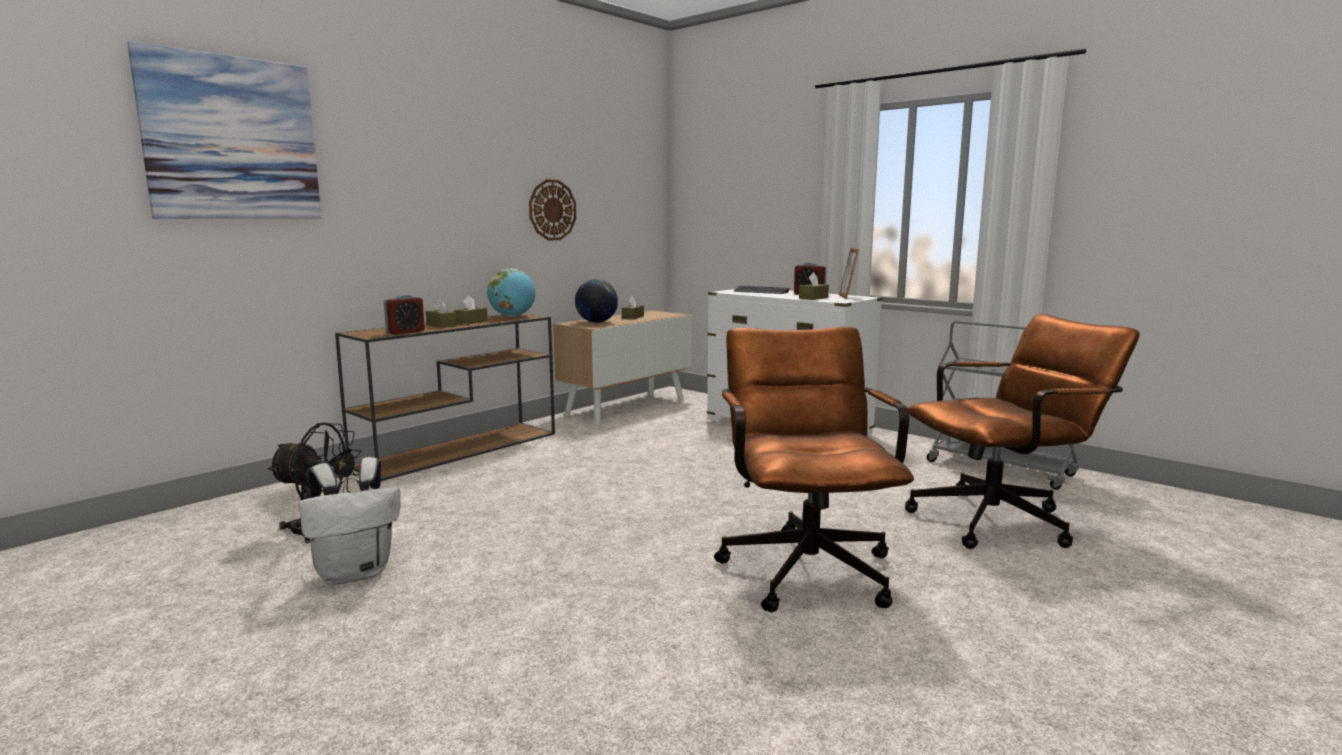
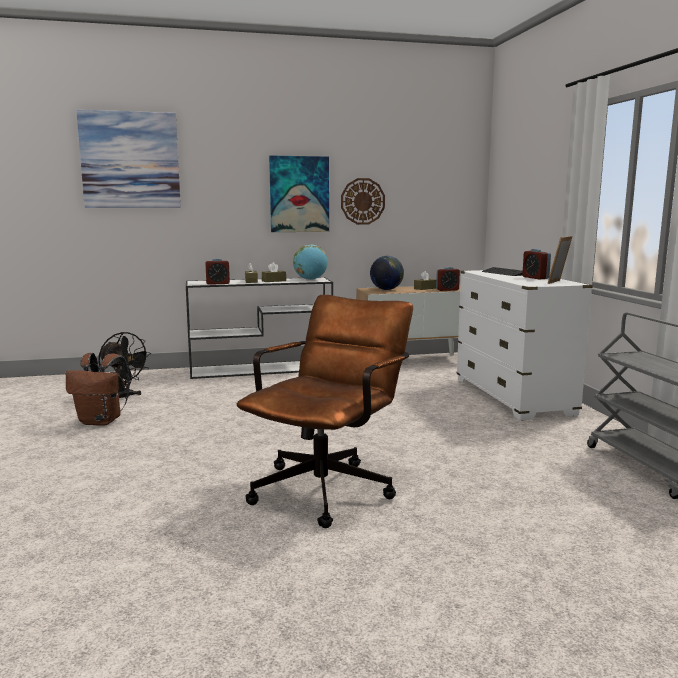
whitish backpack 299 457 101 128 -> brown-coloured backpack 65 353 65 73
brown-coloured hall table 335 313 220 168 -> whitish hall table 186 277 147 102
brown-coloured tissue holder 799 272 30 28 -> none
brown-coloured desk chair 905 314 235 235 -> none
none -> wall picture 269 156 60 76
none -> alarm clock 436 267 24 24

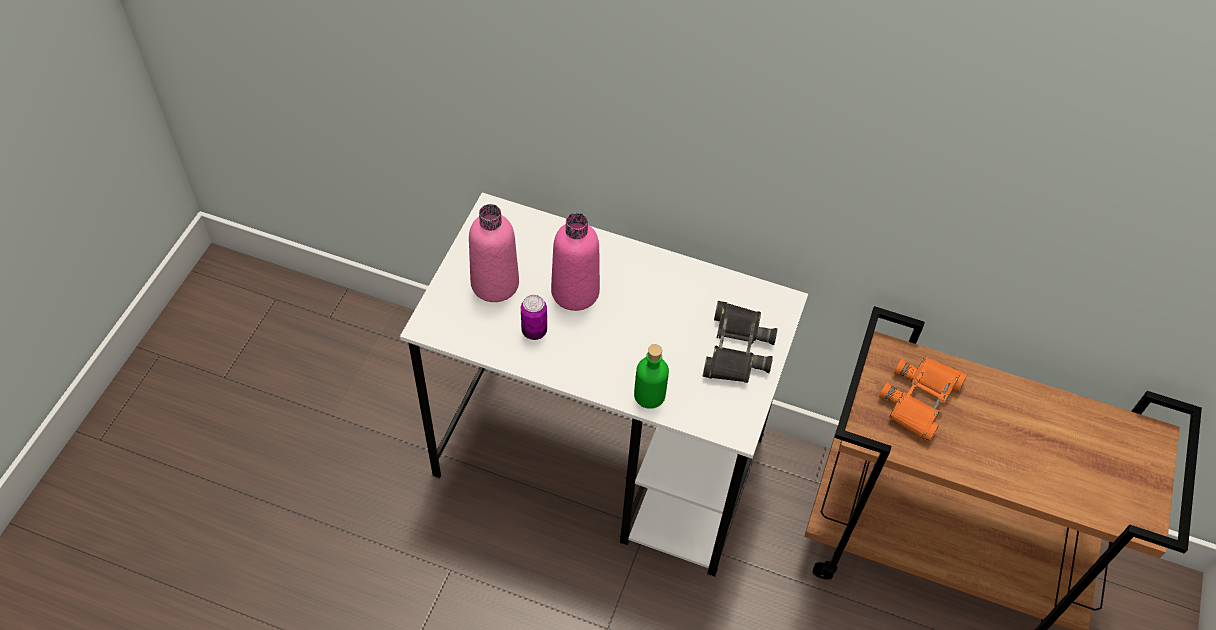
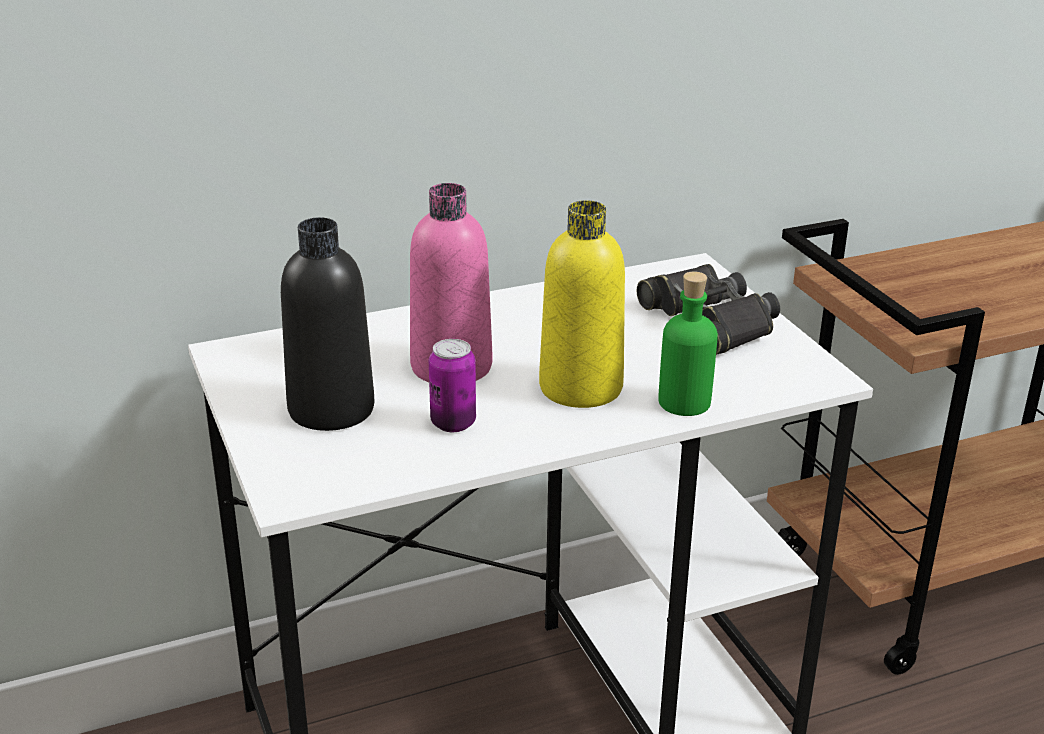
pink beverage bottle 469 204 50 98 -> black-coloured beverage bottle 281 217 93 214
orange binoculars 879 357 89 85 -> none
none -> yellow-coloured beverage bottle 539 200 86 208

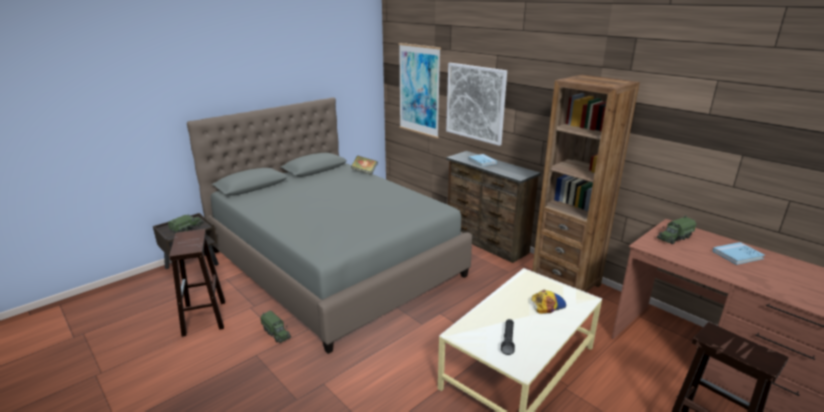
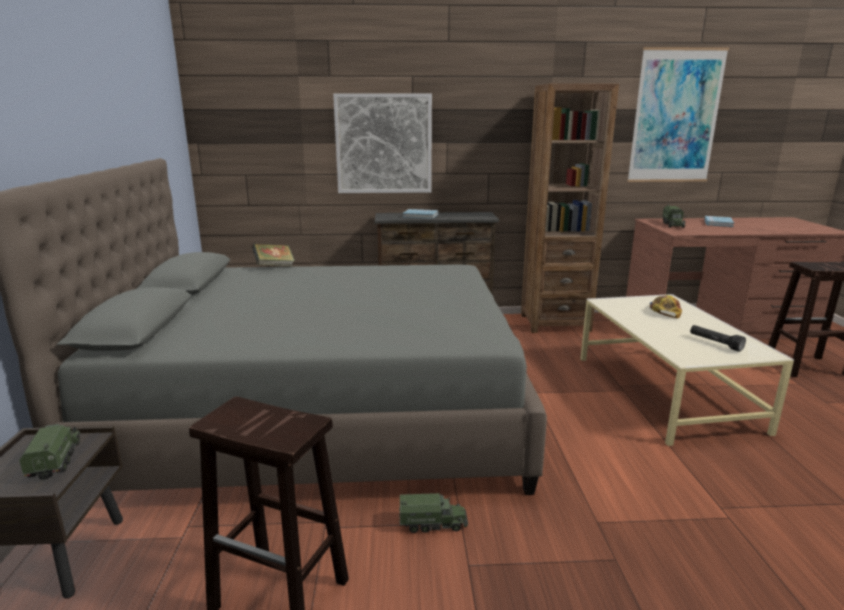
wall picture 399 43 42 95 -> wall picture 627 47 102 135, relocated

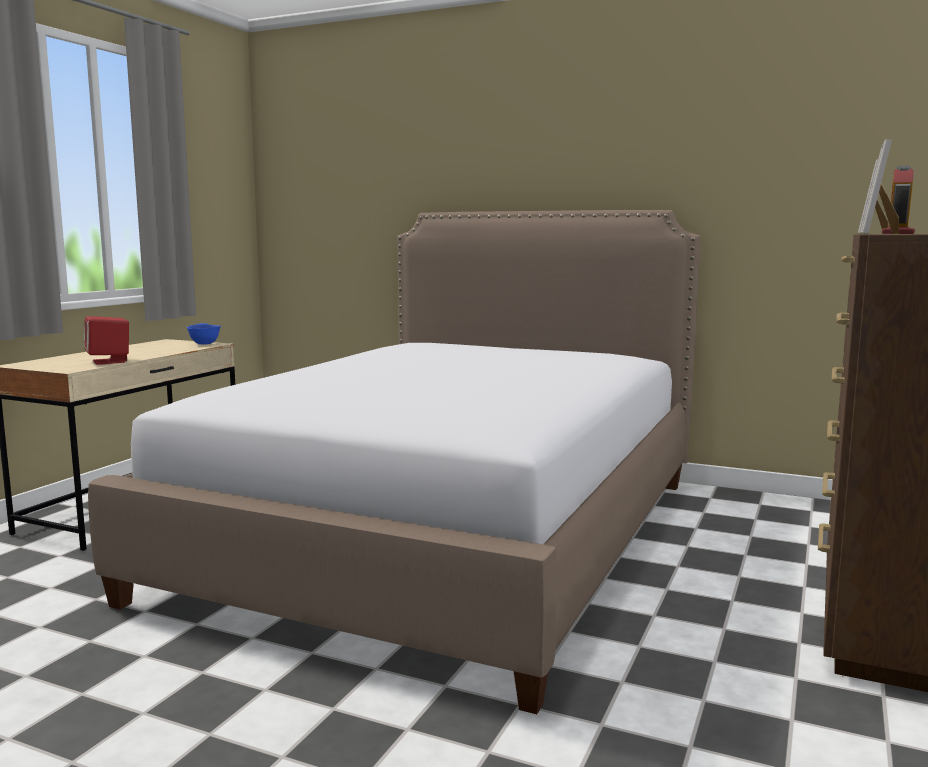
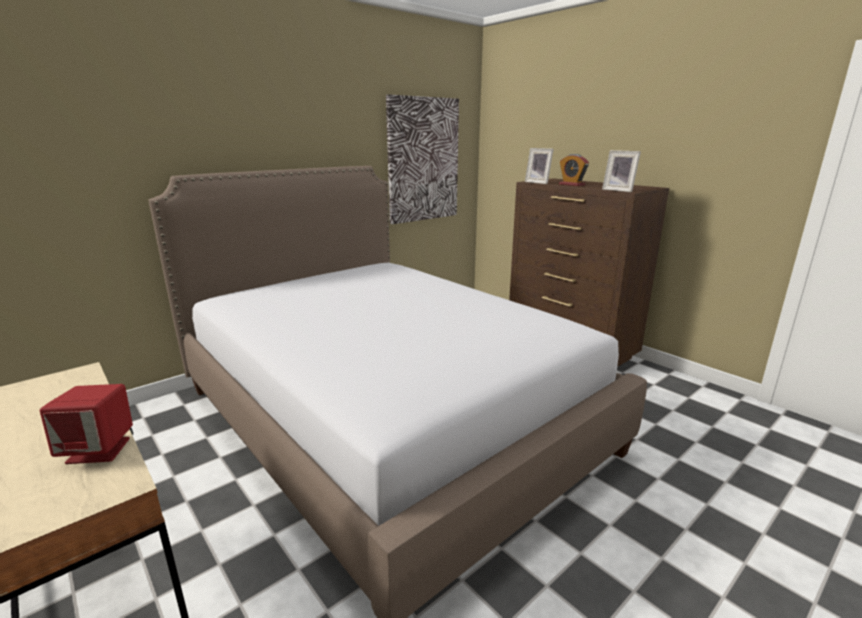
blue serving bowl 187 323 34 21 -> none
none -> wall picture 386 94 73 130

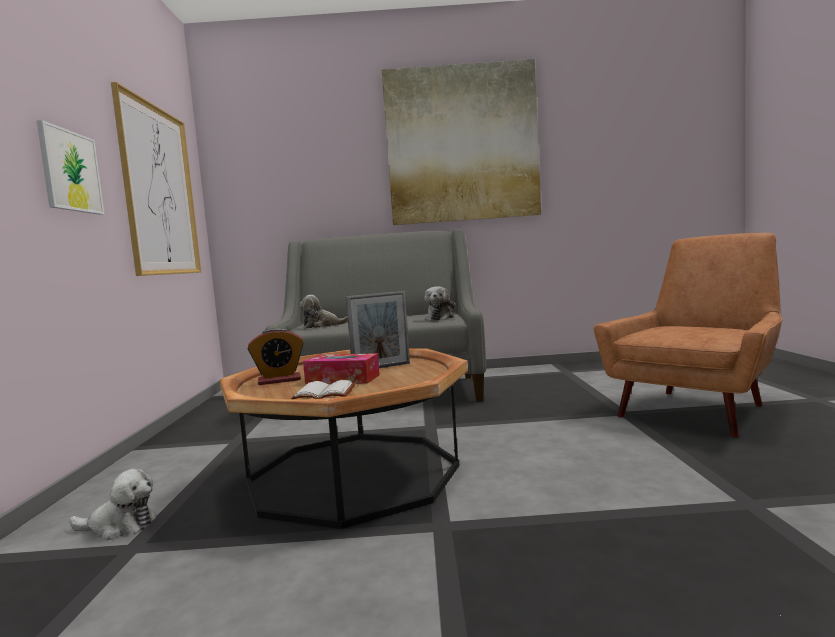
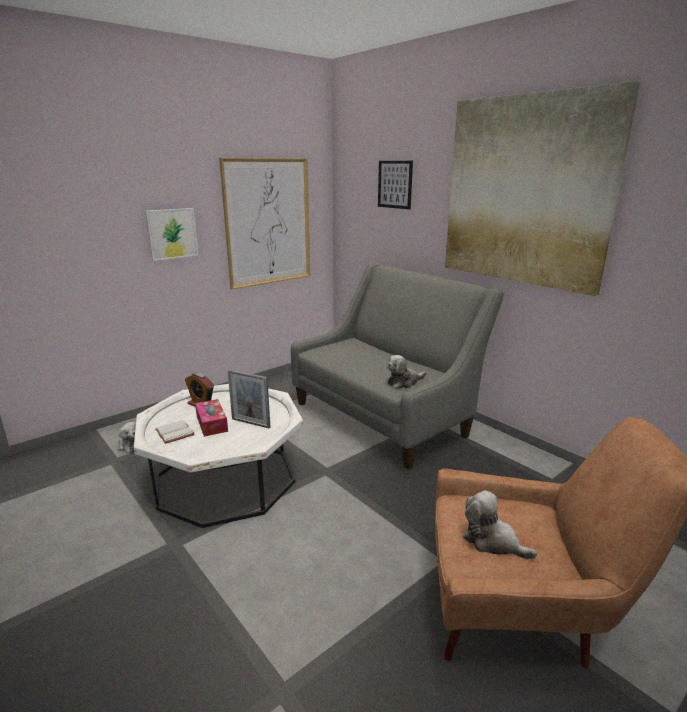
brown-coloured low table 220 348 248 181 -> whitish low table 134 384 169 144
soft toy 299 295 49 34 -> soft toy 463 490 74 69, relocated
none -> wall picture 378 161 35 48

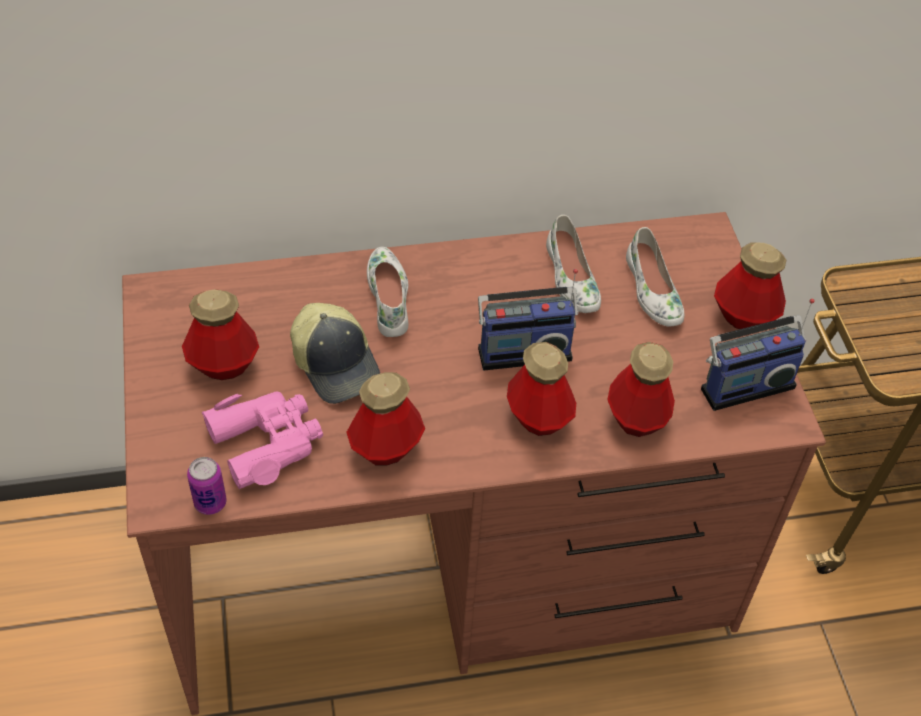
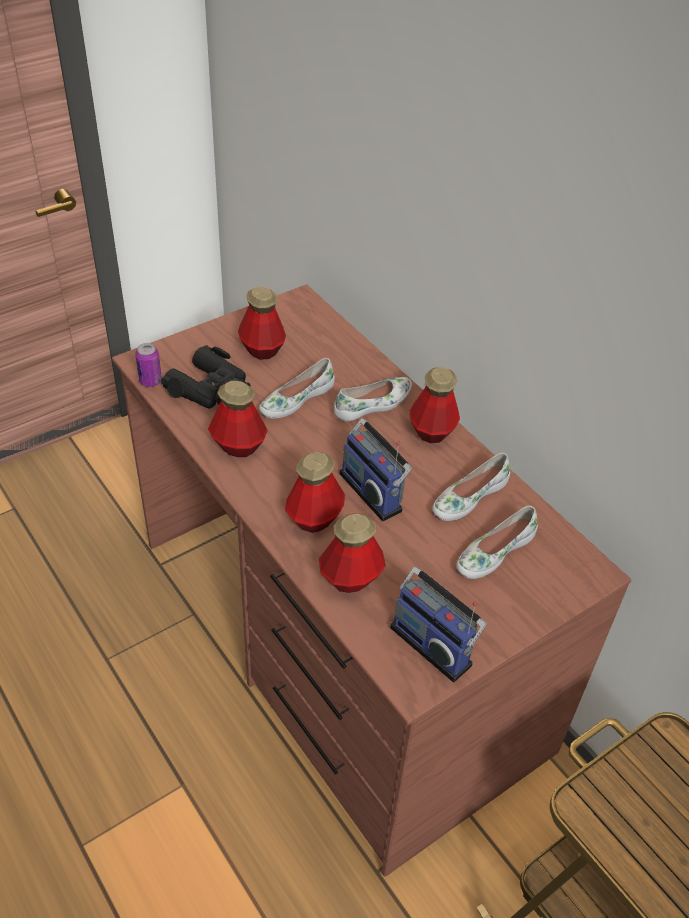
pink binoculars 202 391 121 98 -> black-coloured binoculars 161 345 89 64
cap 290 303 90 101 -> whitish shoe 259 358 76 60
beverage bottle 714 243 72 86 -> beverage bottle 409 367 51 76, relocated

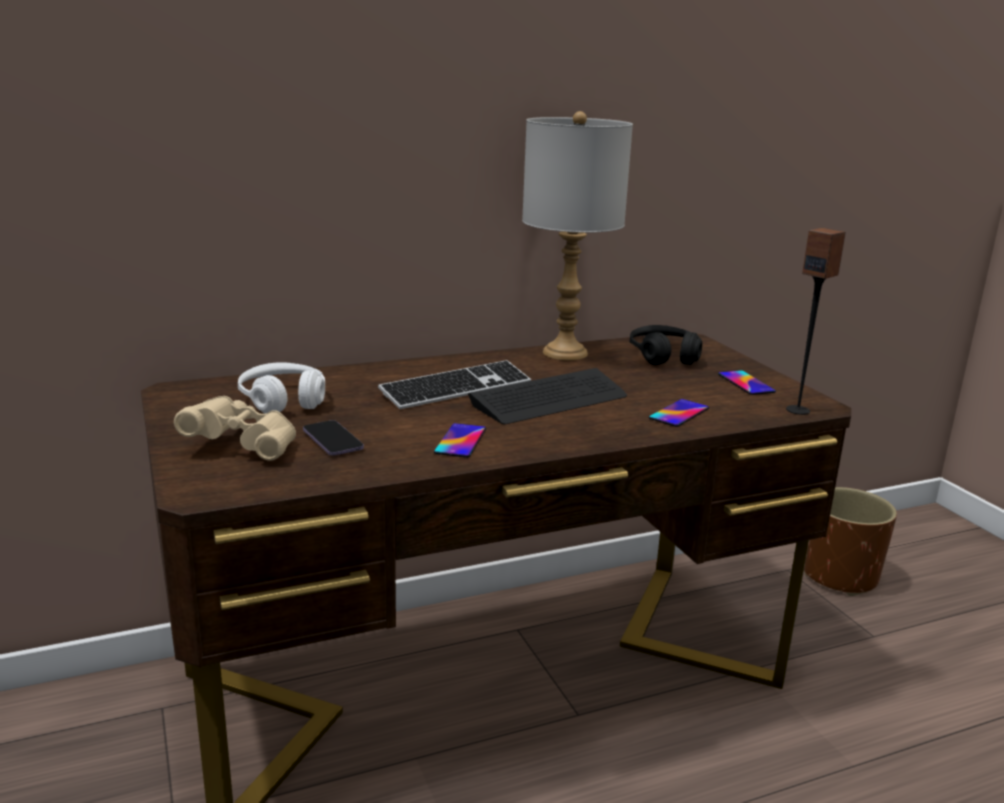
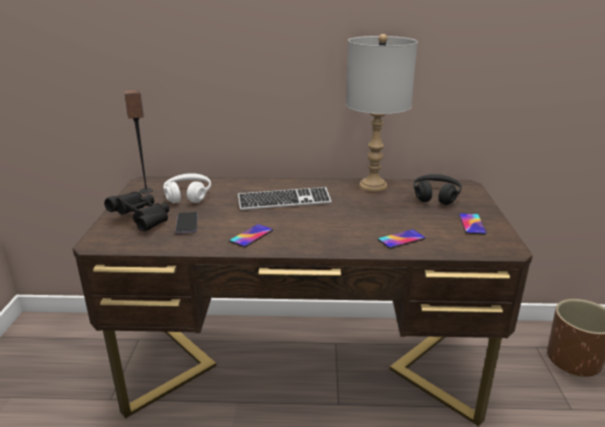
sand-coloured binoculars 174 396 122 65 -> black-coloured binoculars 104 192 65 39
computer keyboard 468 368 159 56 -> none
speaker 786 228 60 187 -> speaker 124 90 29 103, relocated

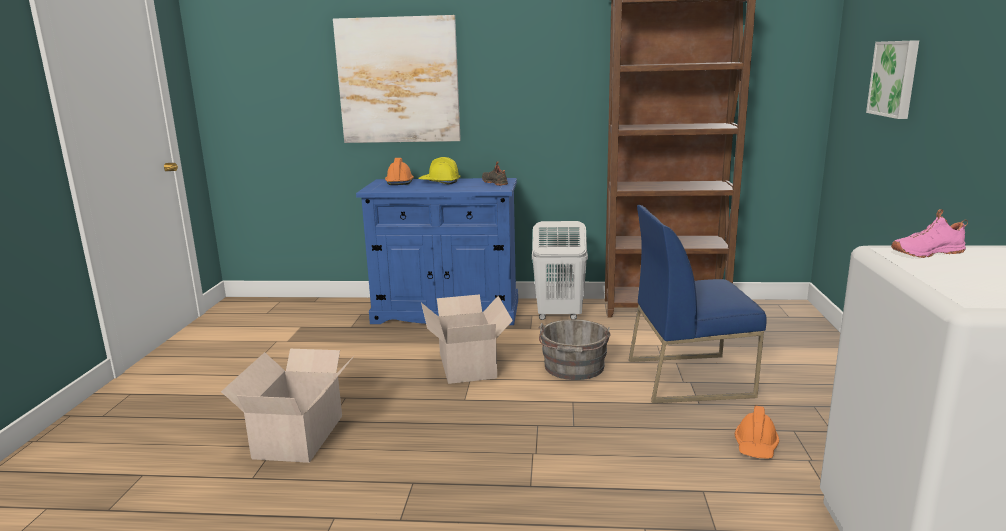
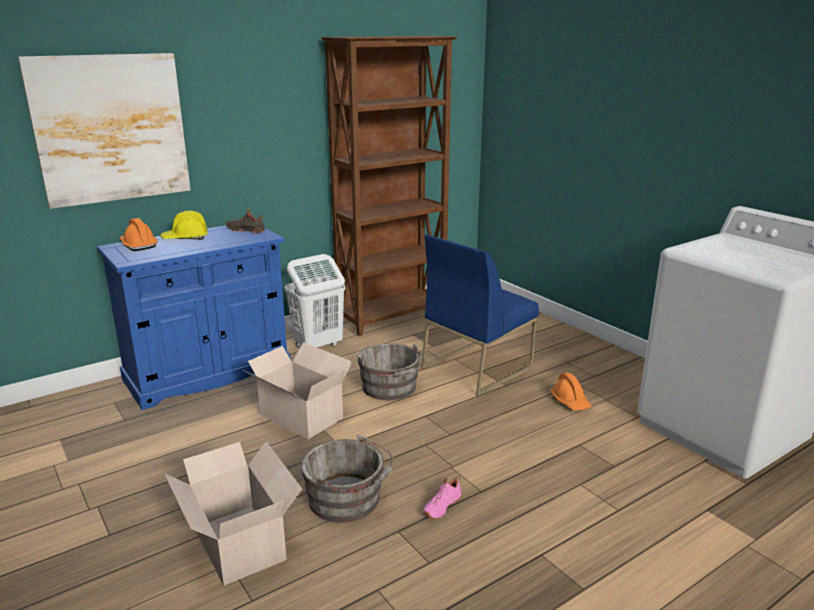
wall picture 866 40 53 79 -> none
pink shoe 891 209 77 49 -> pink shoe 423 475 38 44, relocated
none -> grey bucket 301 434 92 89

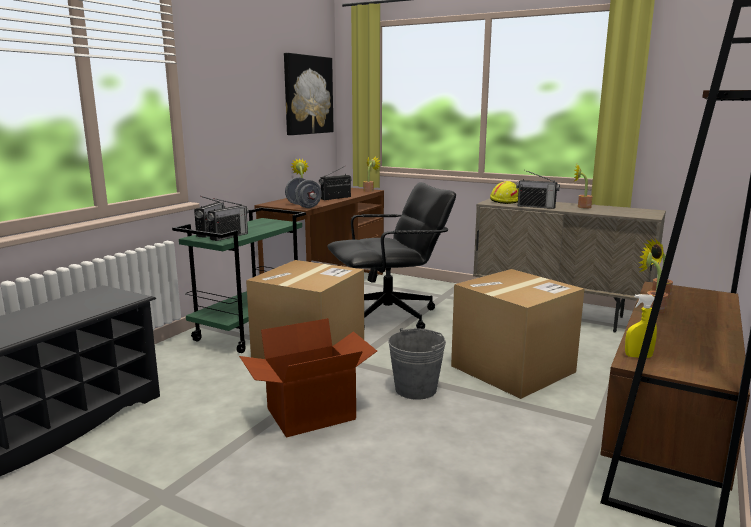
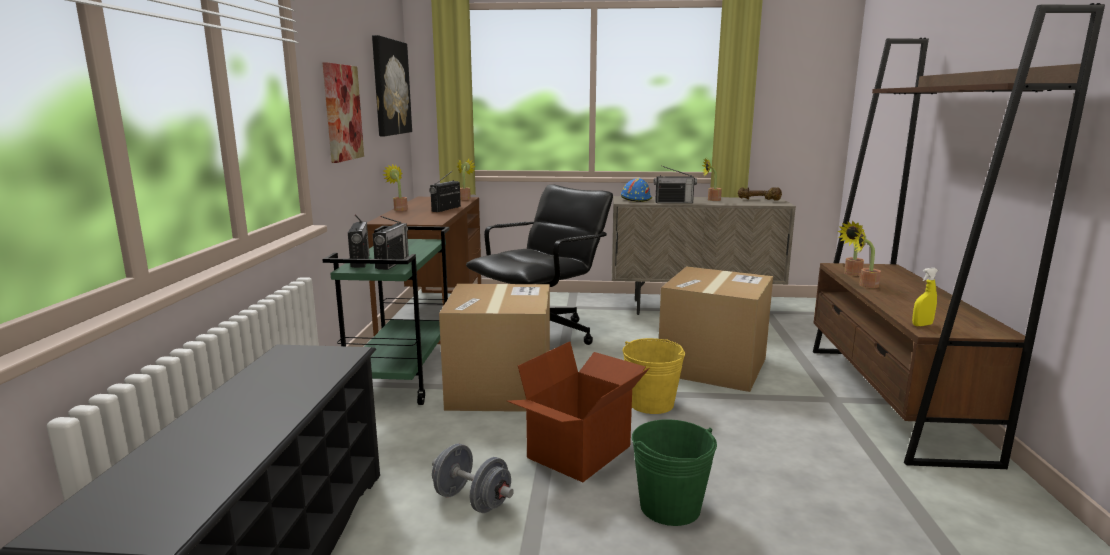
grey free weight 285 177 37 31 -> grey free weight 432 443 82 70, relocated
grey bucket 388 328 58 72 -> yellow-coloured bucket 623 338 62 76
yellow-coloured safety helmet 490 181 29 23 -> blue safety helmet 621 178 31 24
none -> wall picture 323 63 41 100
none -> greenish bucket 632 419 85 107
none -> brown-coloured free weight 738 187 44 14

